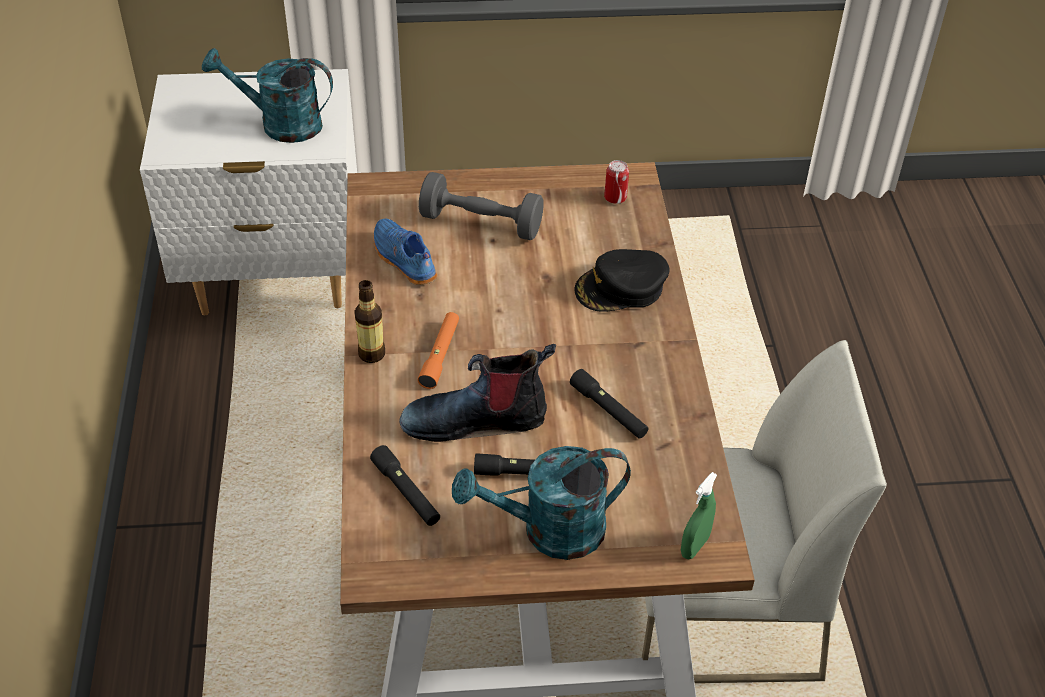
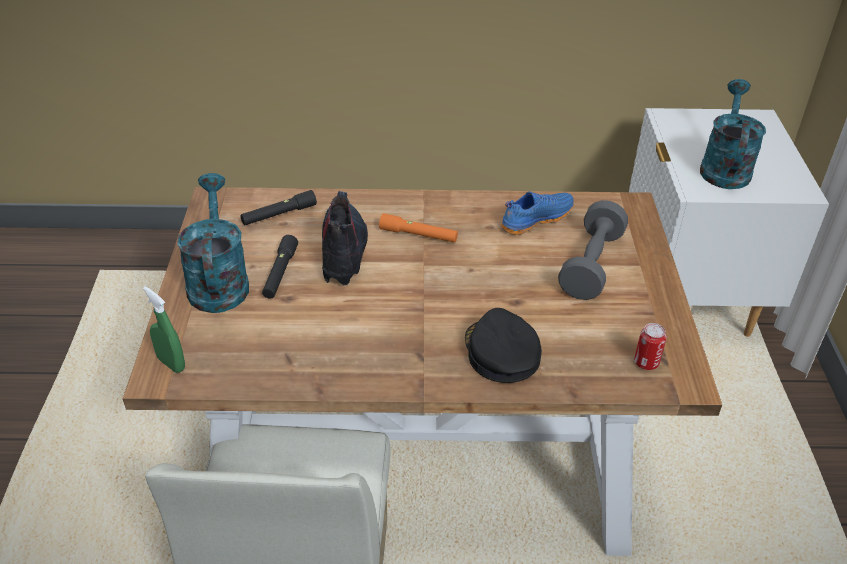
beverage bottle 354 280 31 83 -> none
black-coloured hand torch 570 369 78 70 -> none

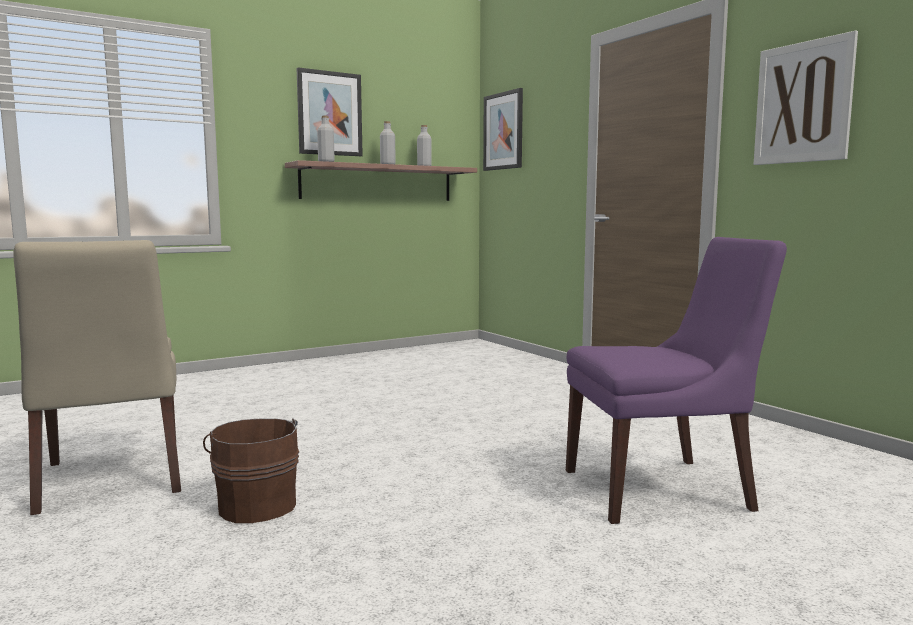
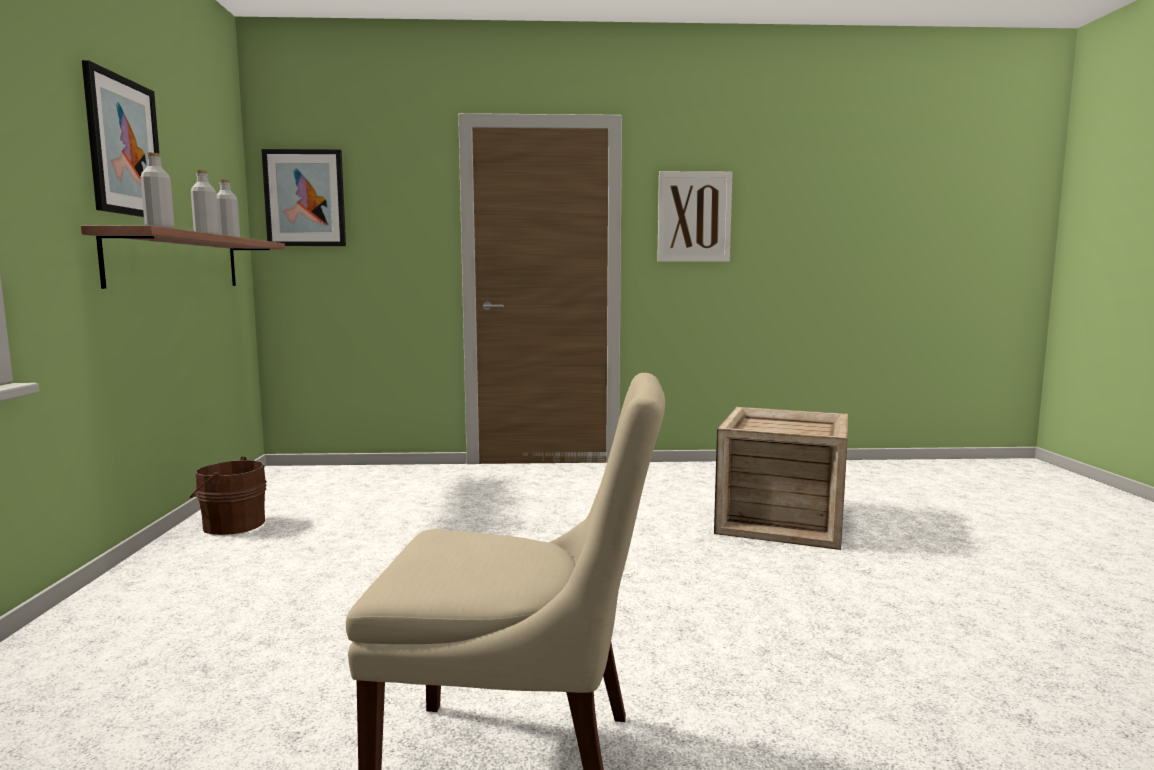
brown-coloured bucket 203 418 96 105 -> brown-coloured bucket 190 457 77 78, relocated
purplish chair 566 237 221 287 -> shipping crate 714 407 134 143

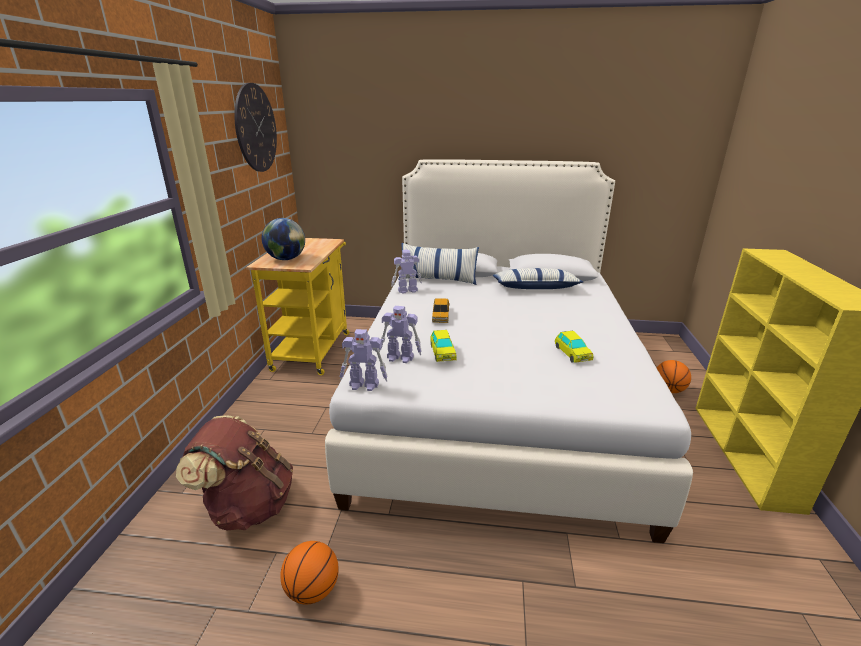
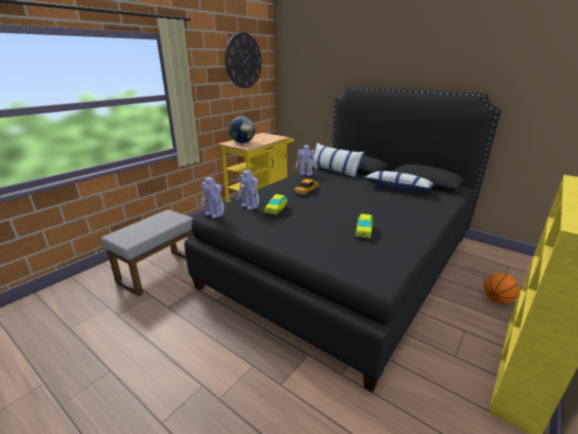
brown-coloured backpack 176 415 117 116 -> grey ottoman 101 210 93 86
basketball 280 541 59 63 -> none
whitish bedroom bed 325 159 368 384 -> black-coloured bedroom bed 184 86 317 307

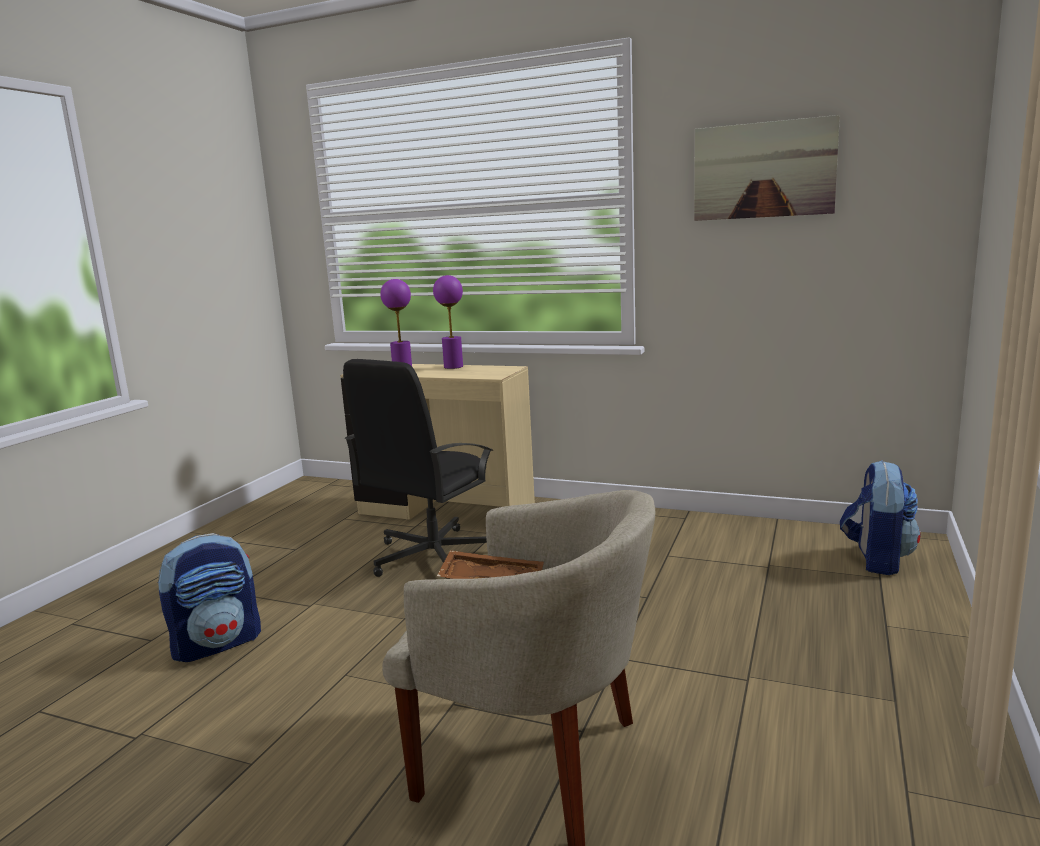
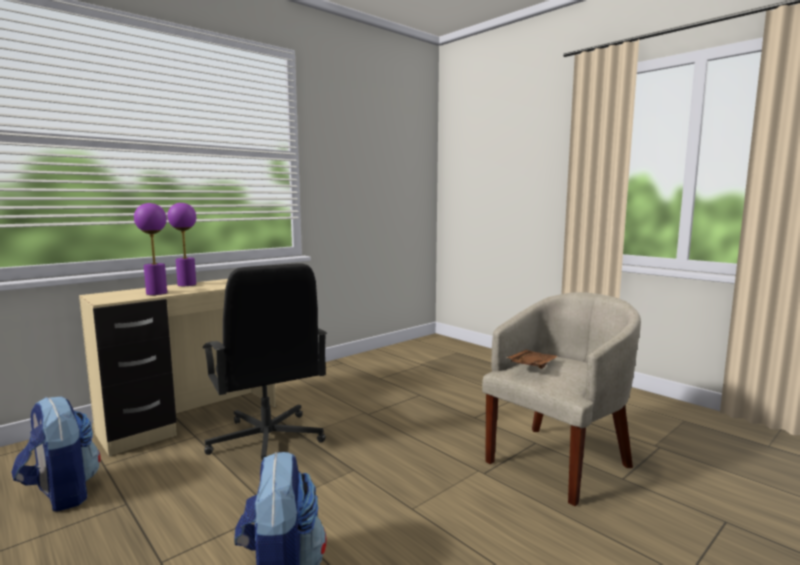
wall picture 694 115 146 106 -> none
backpack 840 460 80 115 -> backpack 11 397 90 115, relocated

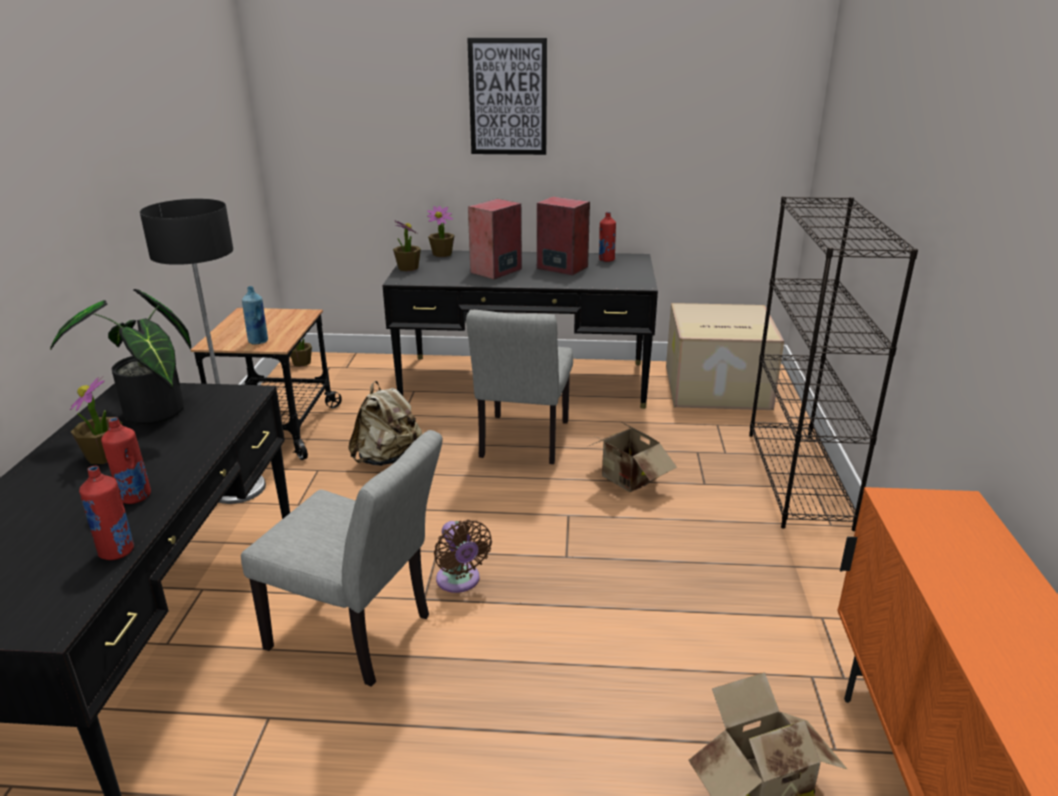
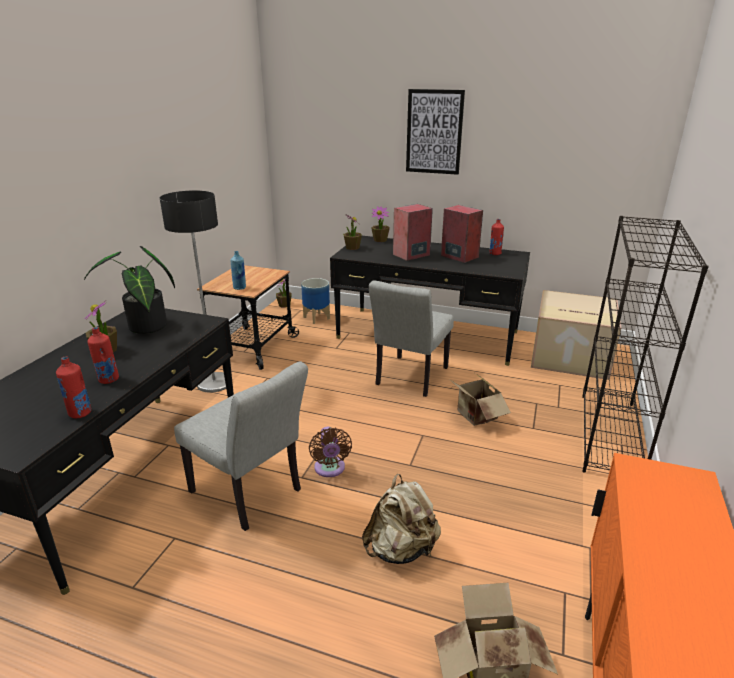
sand-coloured backpack 348 381 74 85 -> sand-coloured backpack 362 474 79 90, relocated
none -> flower pot 301 278 29 46

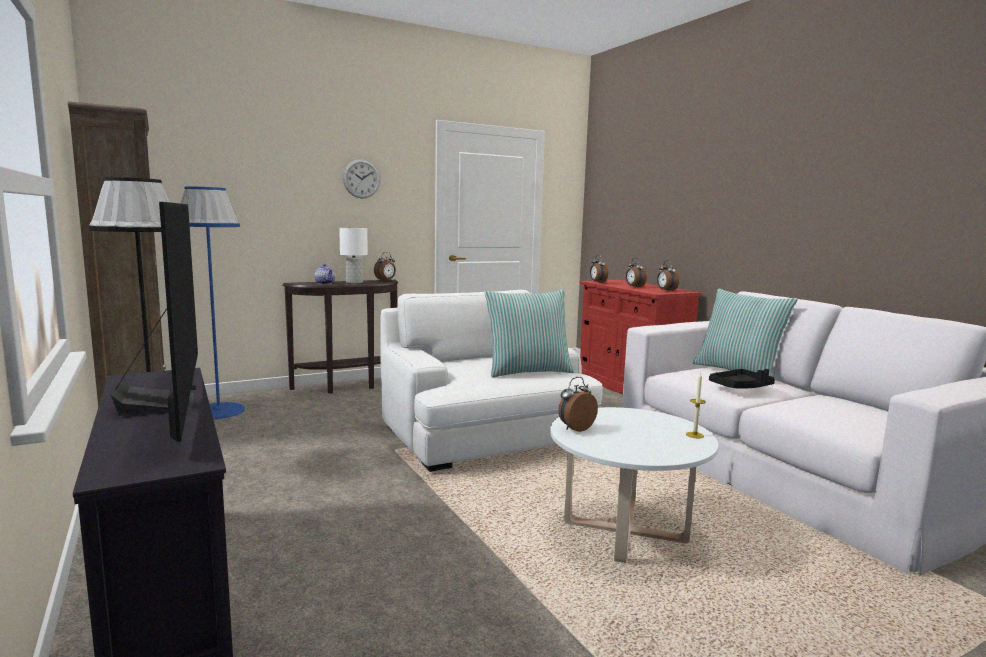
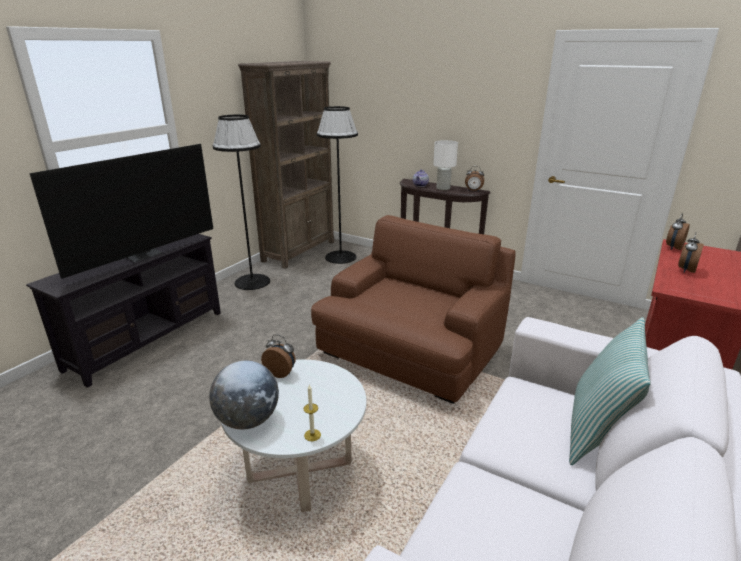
blue floor lamp 180 186 65 233 -> black-coloured floor lamp 317 106 41 158
hanging clock 343 159 37 40 -> none
whitish armchair 381 290 222 182 -> brown-coloured armchair 311 215 204 189
throw pillow 484 289 90 88 -> none
alarm clock 657 260 22 32 -> none
black-coloured carrying tray 709 369 66 20 -> none
none -> globe 209 361 70 69

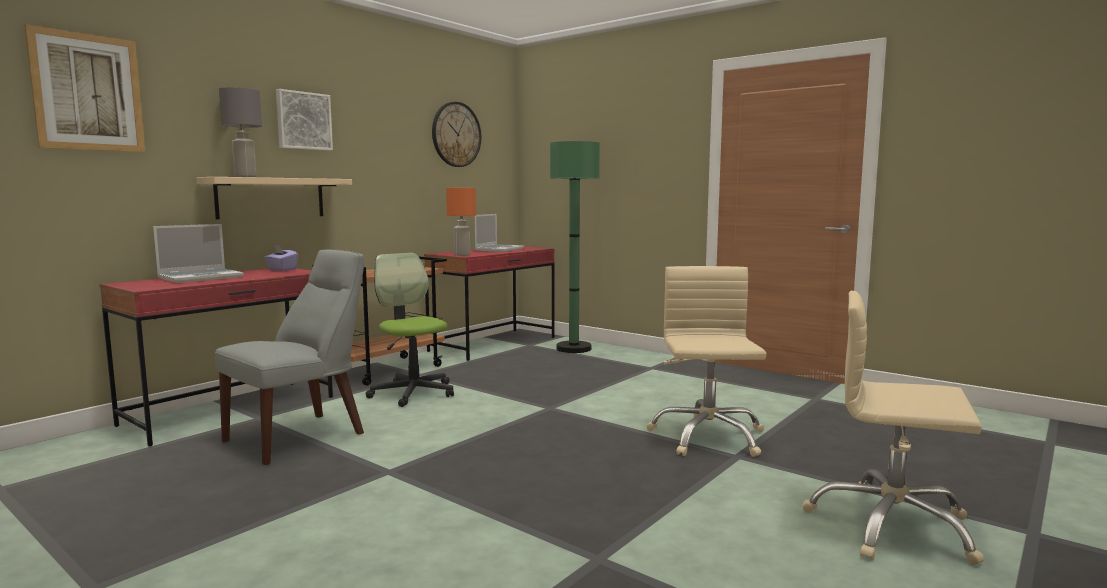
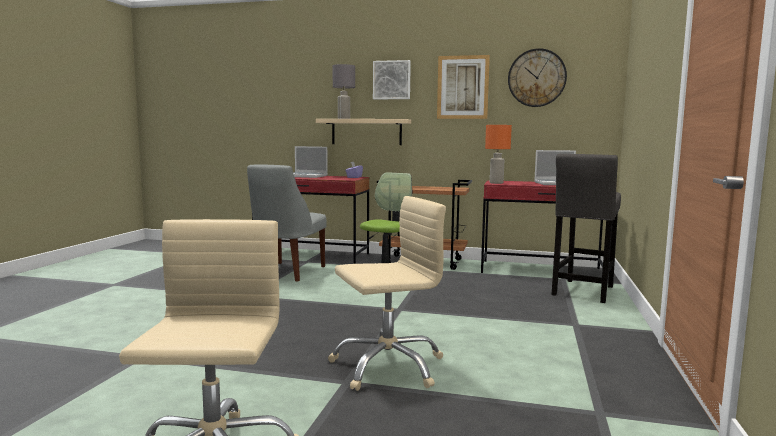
wall picture 24 24 121 128 -> wall picture 437 55 53 64, relocated
grey chair 215 249 149 216 -> grey chair 247 165 80 116, 90 degrees clockwise
greenish floor lamp 550 141 50 212 -> grey stool seat 552 154 69 149

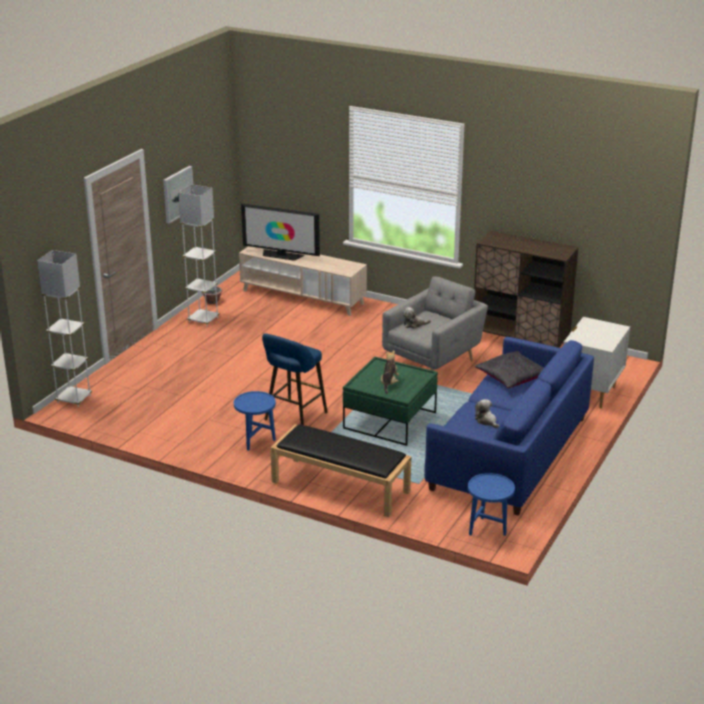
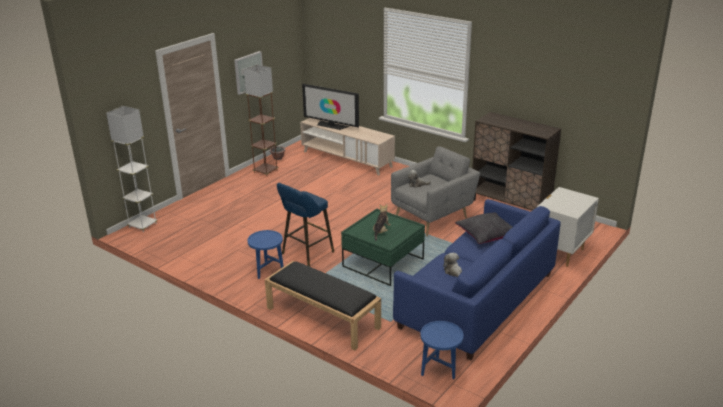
whitish floor lamp 178 184 42 143 -> brown-coloured floor lamp 244 64 35 113

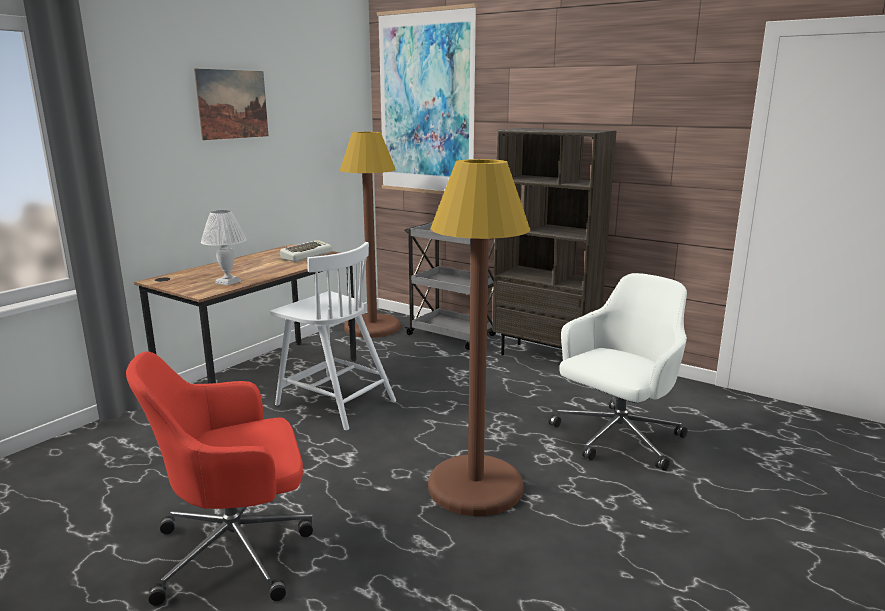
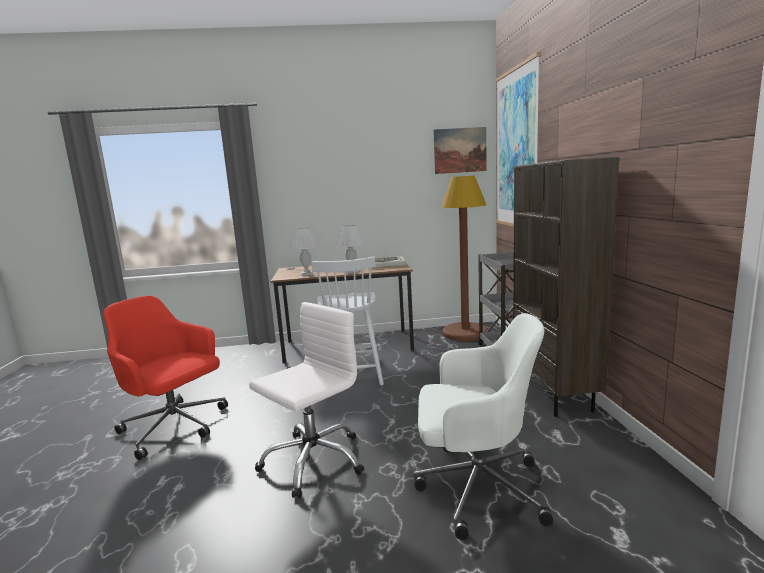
wall picture 194 68 75 72 -> wall picture 433 127 54 47, relocated
brown-coloured floor lamp 428 159 103 357 -> whitish desk chair 249 302 115 196
none -> whitish table lamp 336 225 28 48

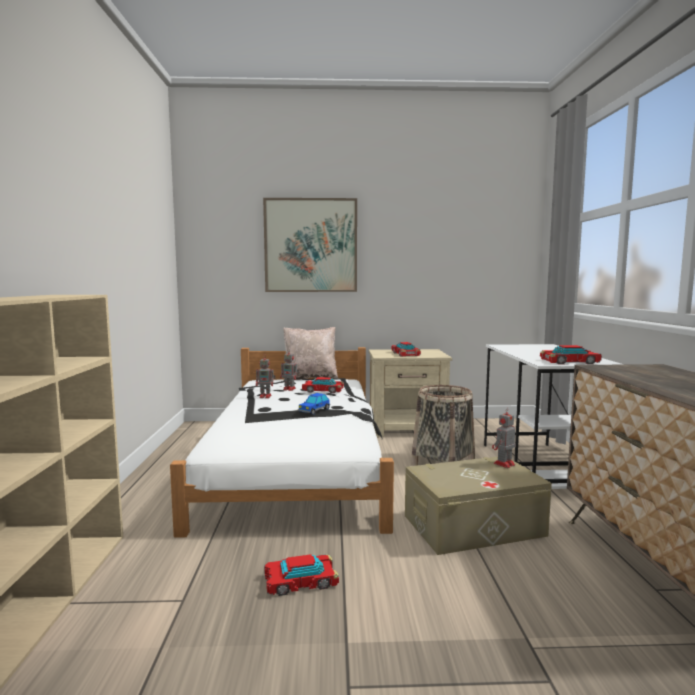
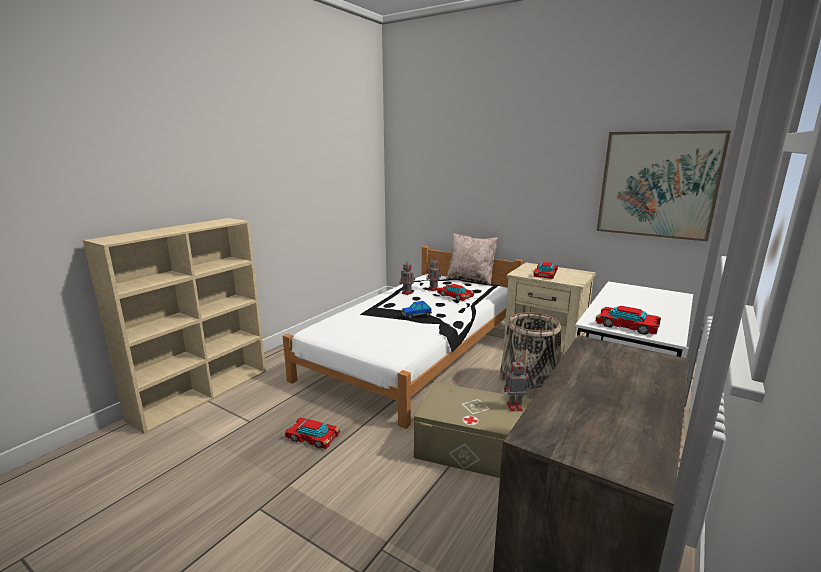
wall picture 263 198 94 94 -> wall picture 597 130 134 112, relocated

